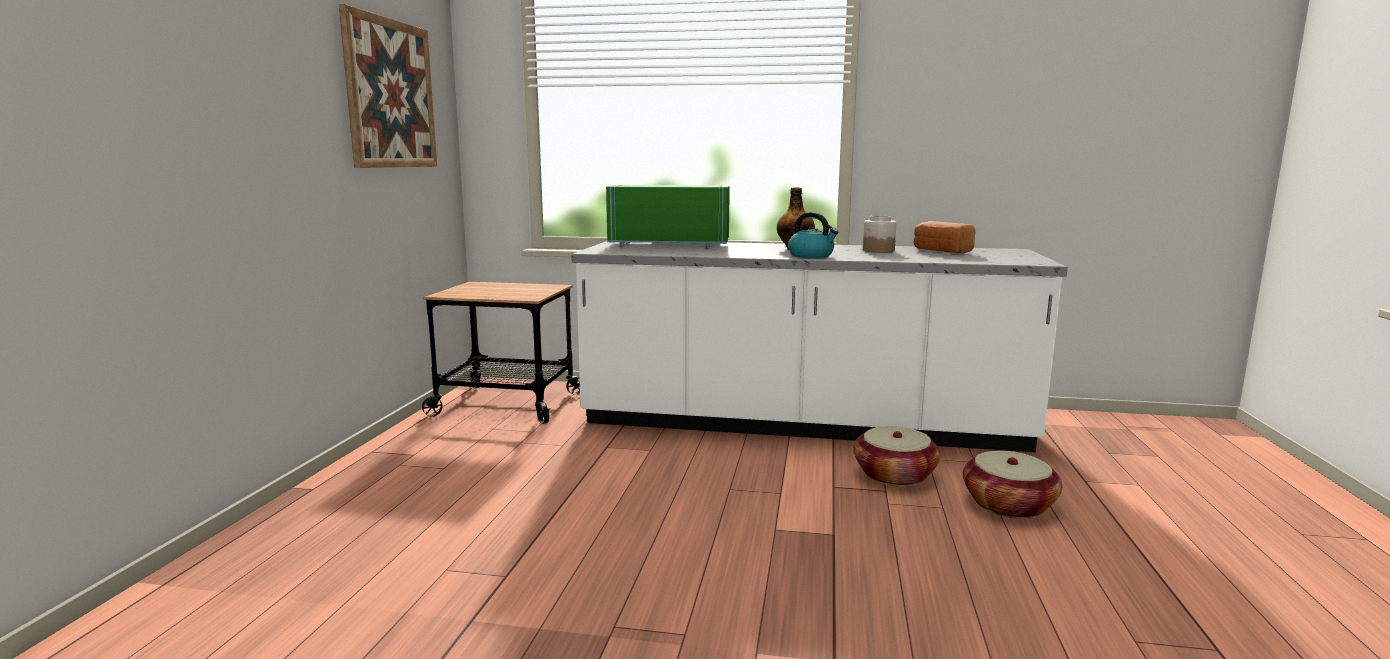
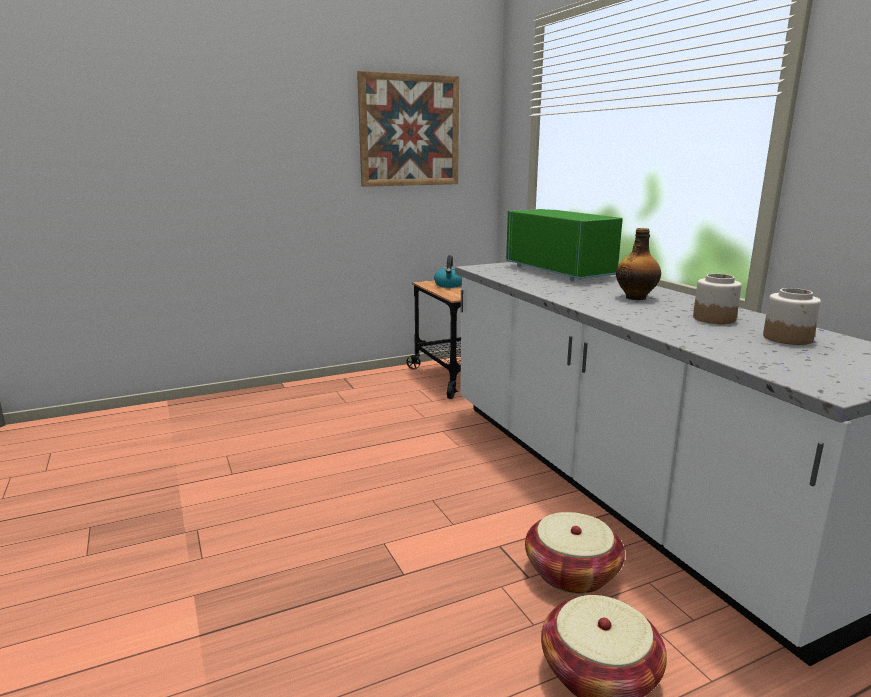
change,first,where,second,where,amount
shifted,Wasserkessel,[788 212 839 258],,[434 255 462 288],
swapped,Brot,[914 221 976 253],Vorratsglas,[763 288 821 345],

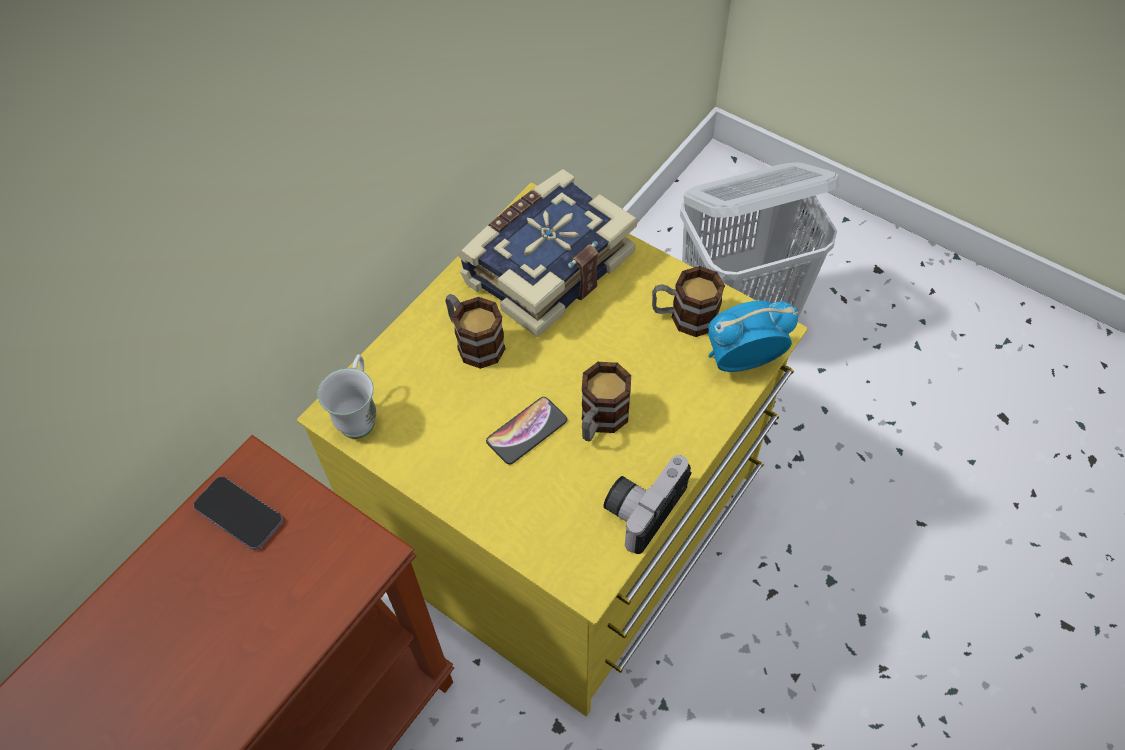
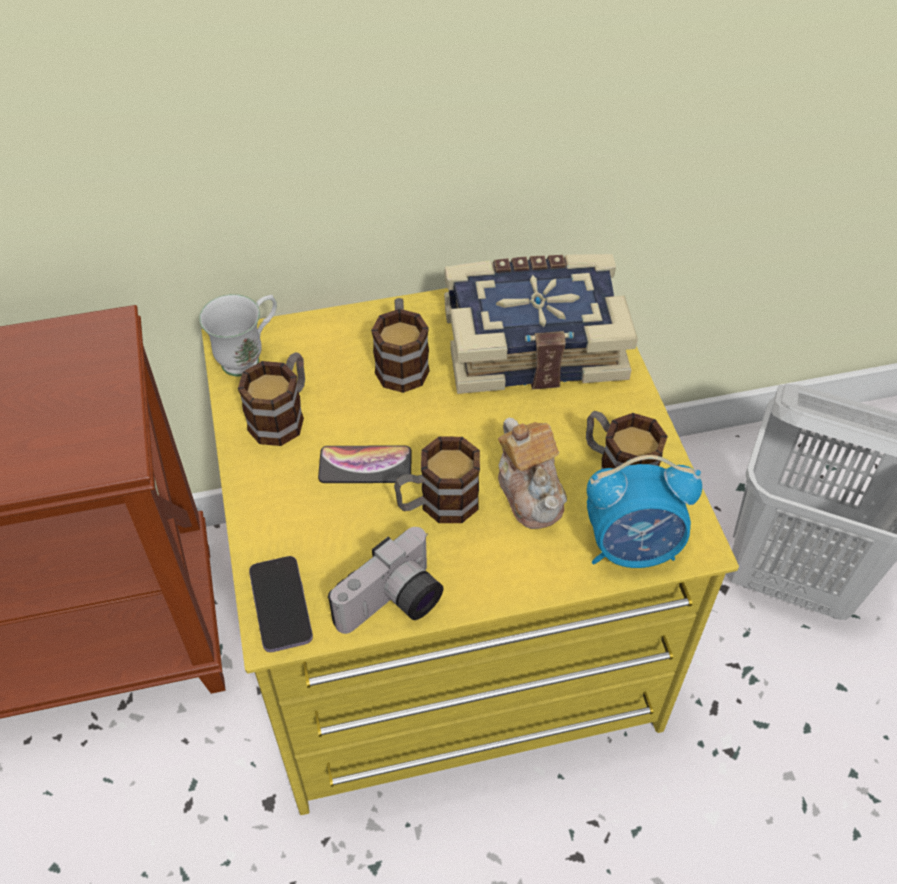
change,first,where,second,where,amount
rotated,Wecker,[708 300 798 372],,[587 455 702 568],150 degrees clockwise
rotated,Kamera,[603 455 692 554],,[328 527 443 634],150 degrees clockwise
shifted,Handy,[193 477 283 550],,[249 556 313 652],
new,,,Henkelbecher,[238 352 305 446],
new,,,Teekanne,[498 418 567 529],

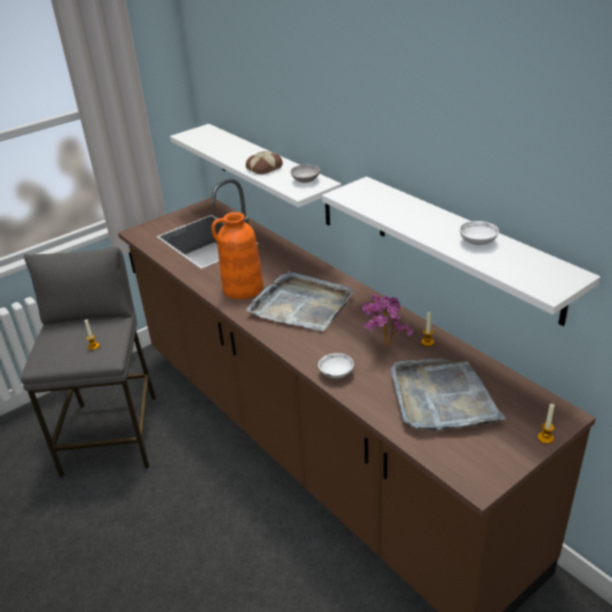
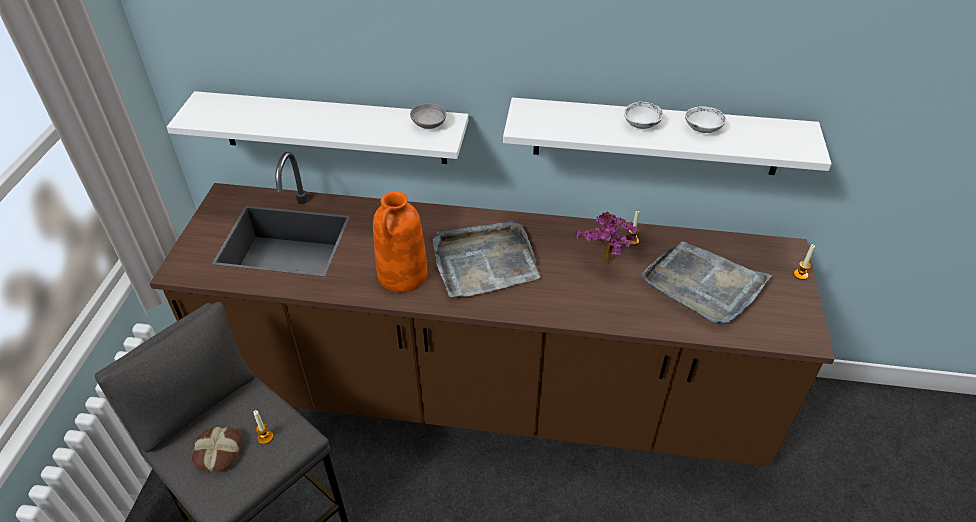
change,first,where,second,where,amount
shifted,Brot,[246 151 283 174],,[192 426 243 472],
shifted,Schüssel (weiß),[318 353 354 379],,[624 102 663 129],

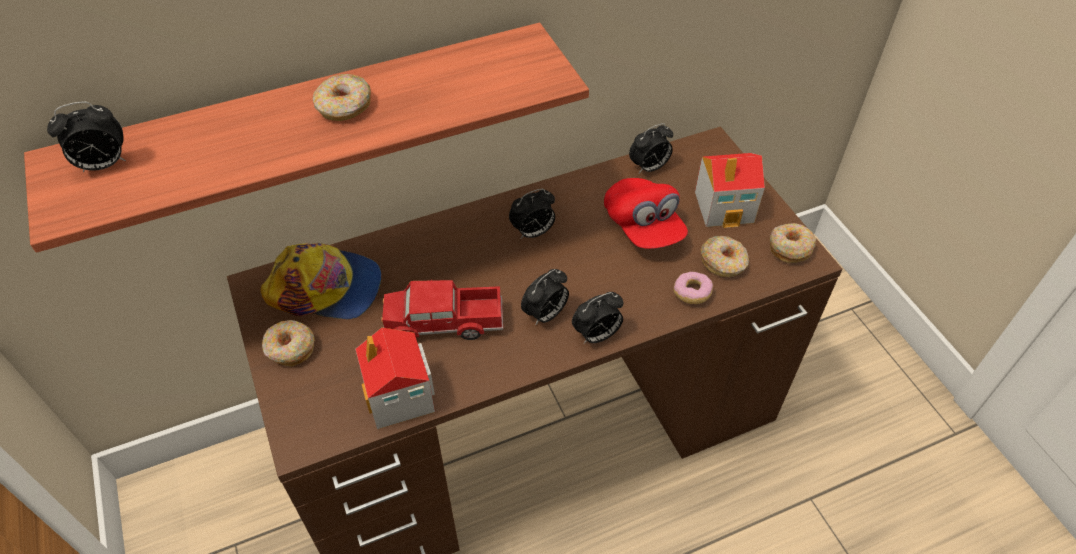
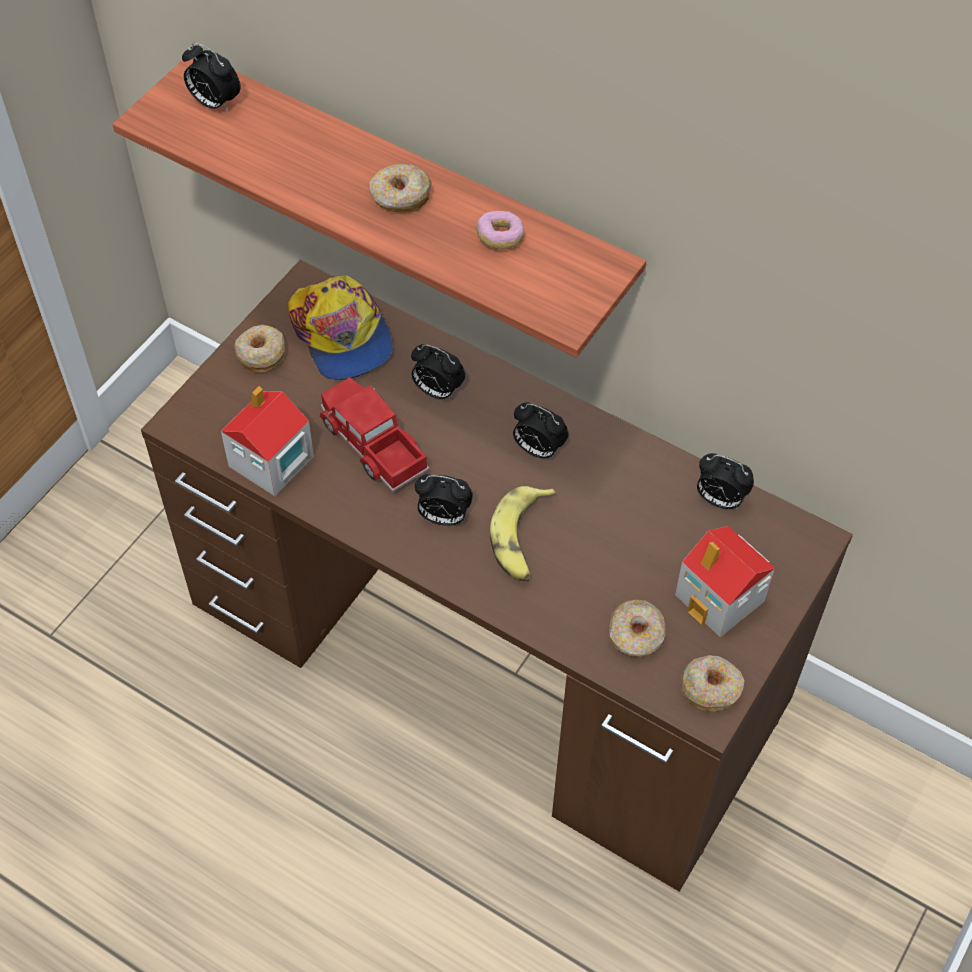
change,first,where,second,where,amount
gone,Kappe (rot),[604 178 688 249],,,
shifted,Donut,[674 272 713 304],,[476 211 525 250],
shifted,Wecker,[572 292 623 343],,[411 344 466 400],
new,,,Banane,[490 486 556 581],

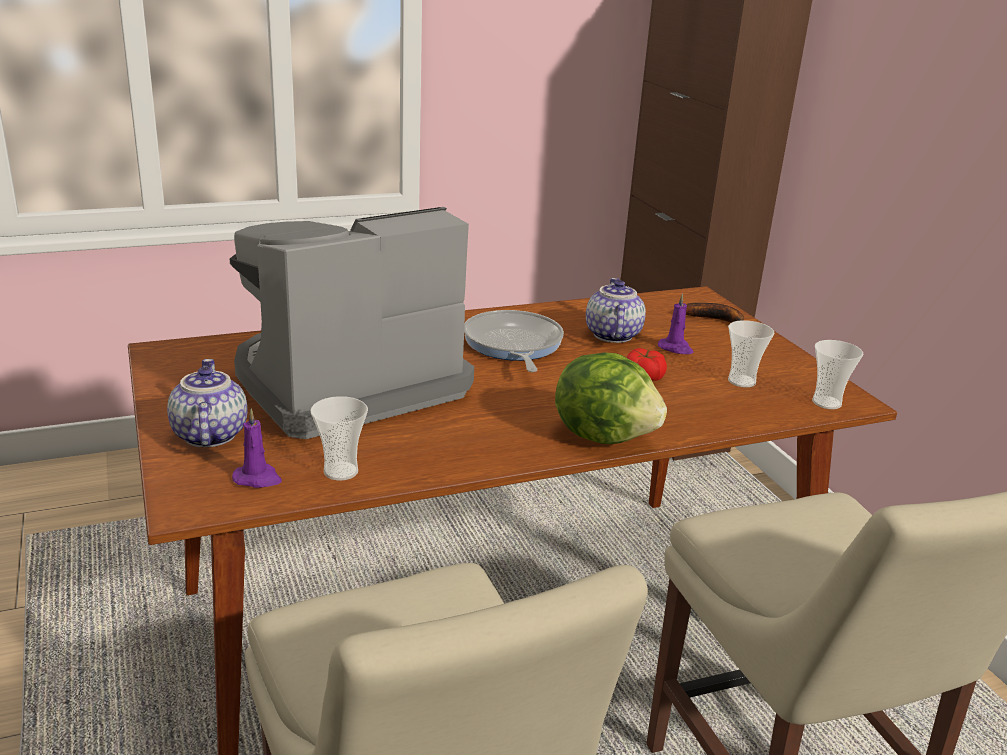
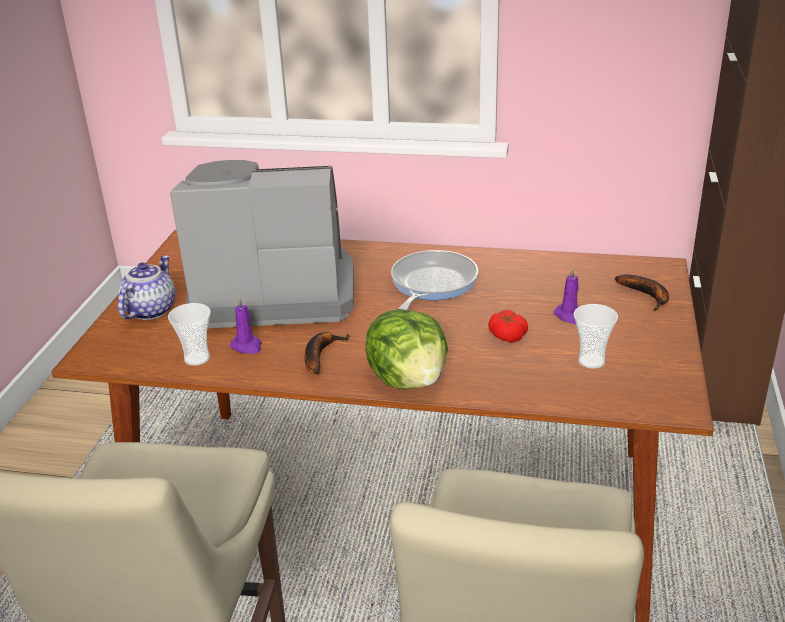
change,first,where,second,where,amount
gone,Teekanne,[586 278 646 343],,,
gone,Tasse,[812 340 864 409],,,
shifted,Kerze (lila),[232 408 282 488],,[230 297 261 354],
new,,,Banane,[305 332 350 374],

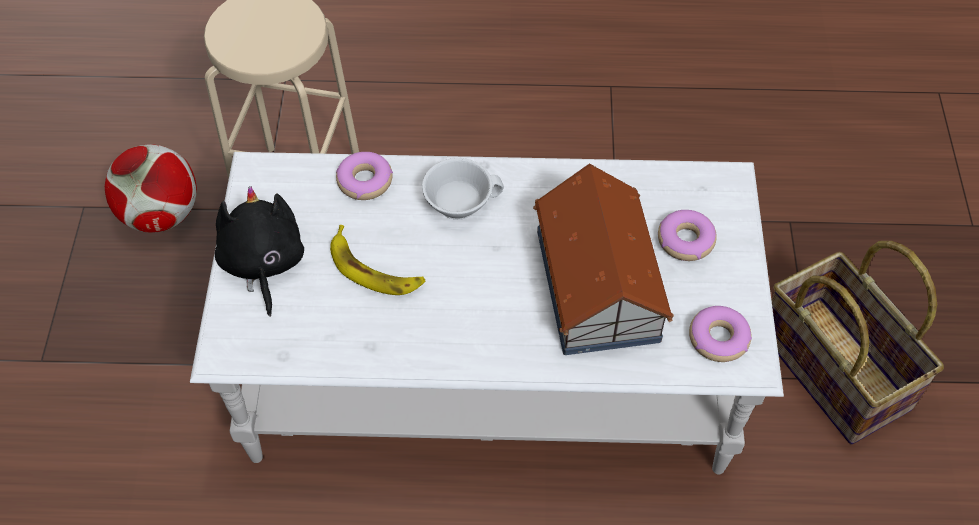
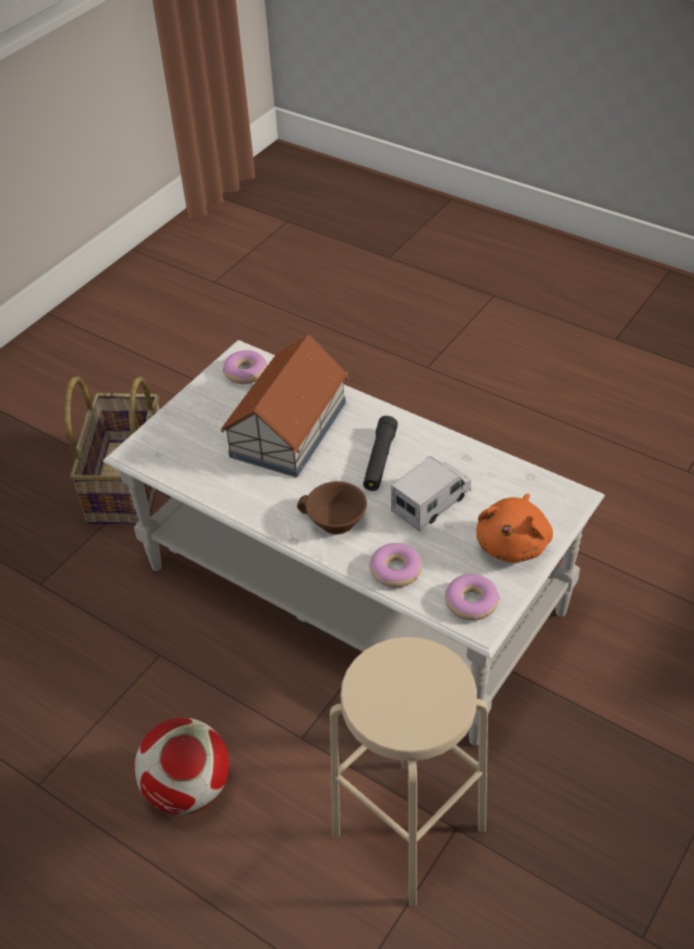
change,first,where,second,where,amount
shifted,Fußball,[105 144 197 233],,[134 718 229 814],
repainted,Tasse (weiß),[422 158 504 220],Tasse (braun),[297 481 367 535],
repainted,Plüschtier (schwarz),[215 186 304 317],Plüschtier (orange),[476 494 553 563],
shifted,Donut,[658 210 717 261],,[445 574 500 621],
swapped,Banane,[330 225 425 295],Spielzeuglaster,[391 456 471 532],
new,,,Taschenlampe (schwarz),[363 416 398 491],

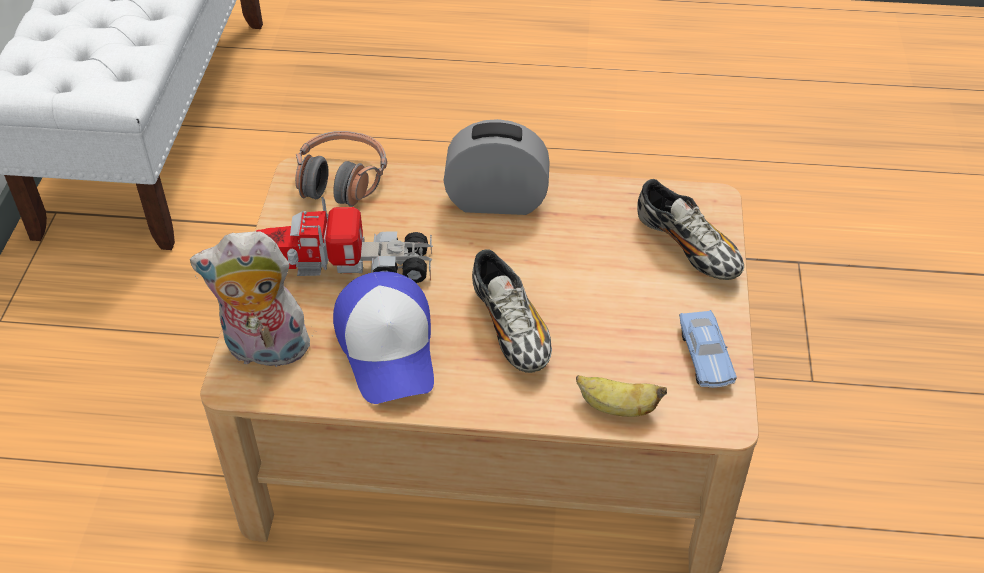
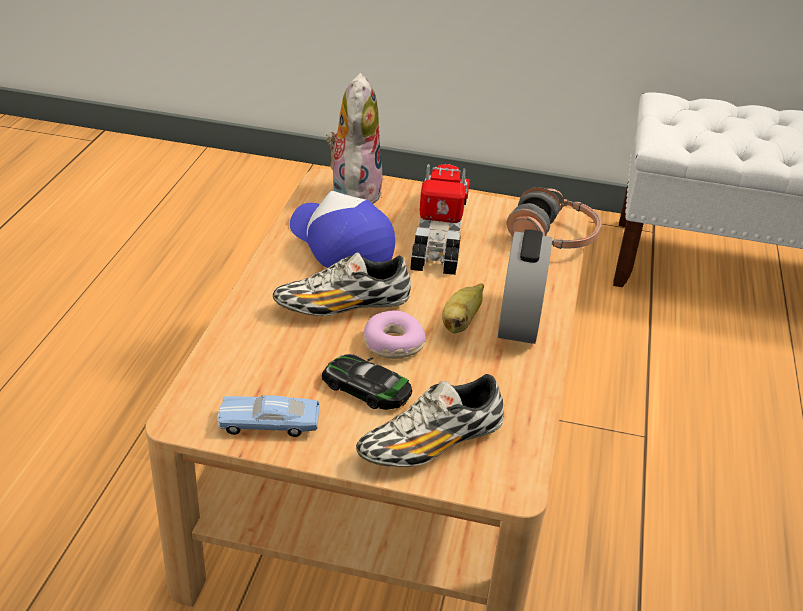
change,first,where,second,where,amount
rotated,Kappe,[333 271 434 404],,[290 191 395 268],60 degrees clockwise
shifted,Banane,[576 375 667 417],,[442 284 484 333],
new,,,Donut,[364 311 426 359],
new,,,Spielzeugauto,[322 354 412 410],

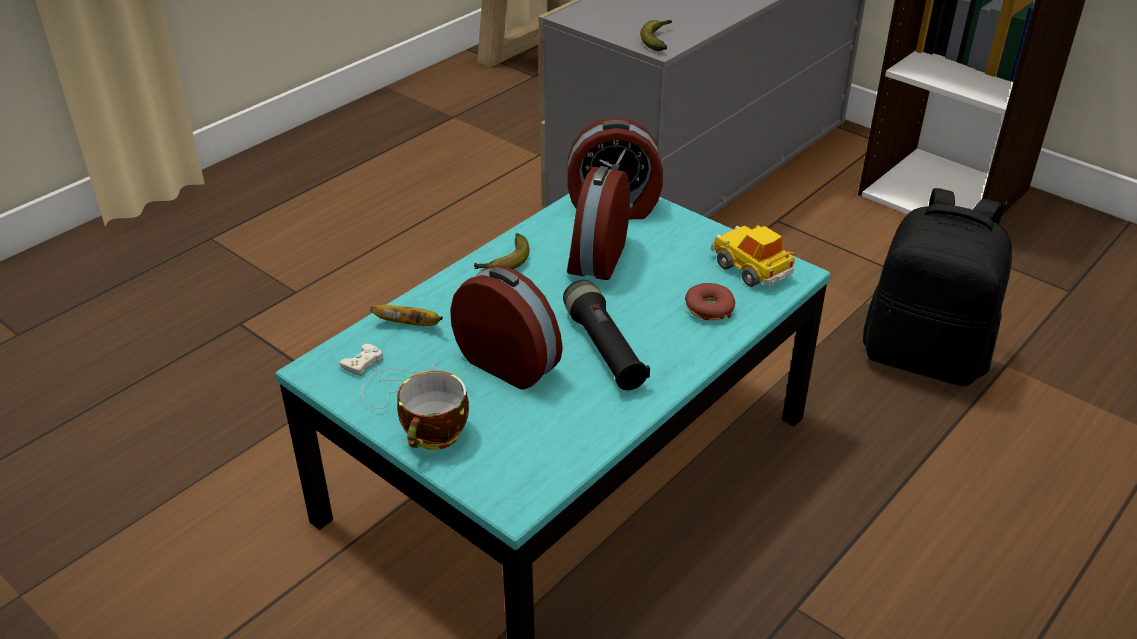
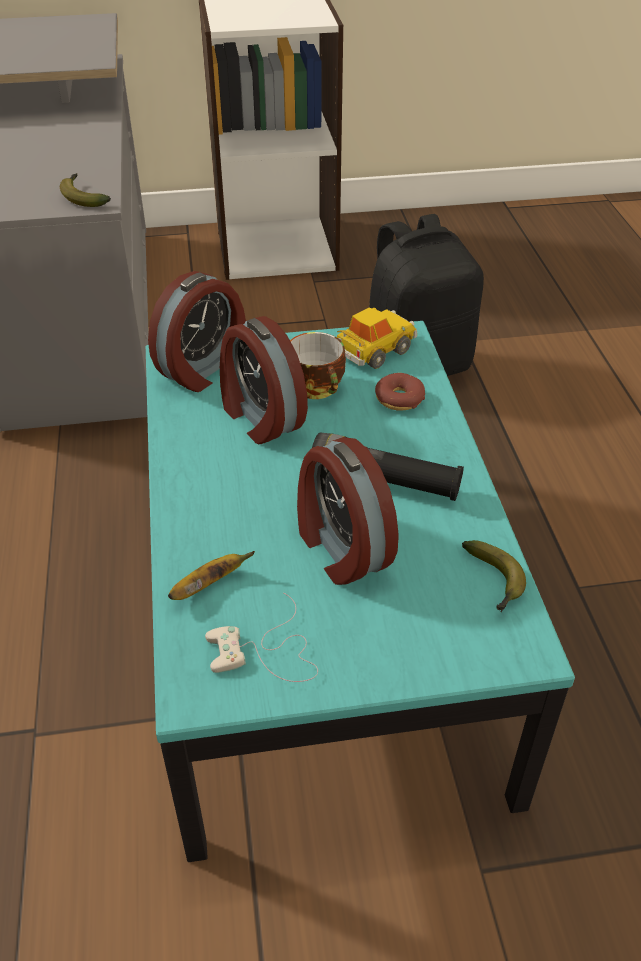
change,first,where,second,where,amount
rotated,Spielzeugauto,[711 226 795 287],,[337 308 417 369],135 degrees clockwise
shifted,Banane,[474 233 530 269],,[462 540 526 612],
rotated,Wecker,[450 265 563 390],,[297 437 399 585],105 degrees counterclockwise
shifted,Tasse,[397 371 469 450],,[290 332 346 399],

